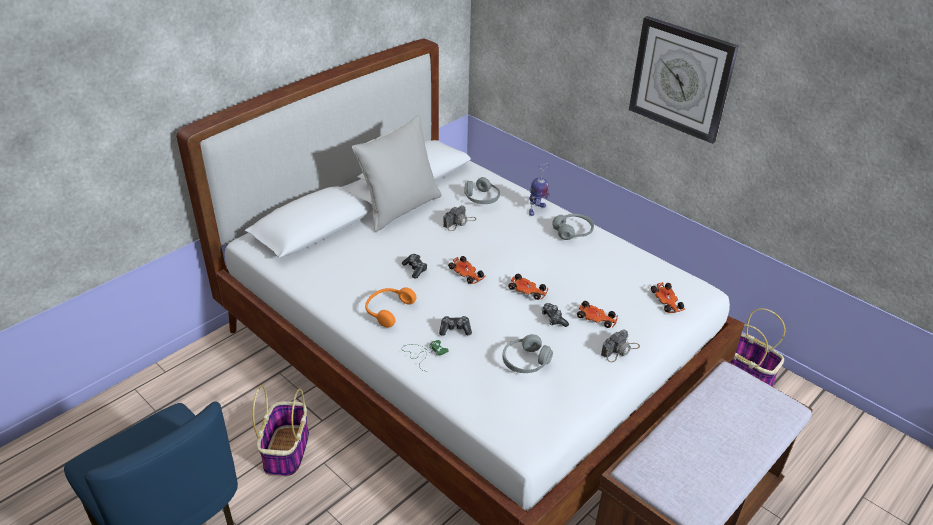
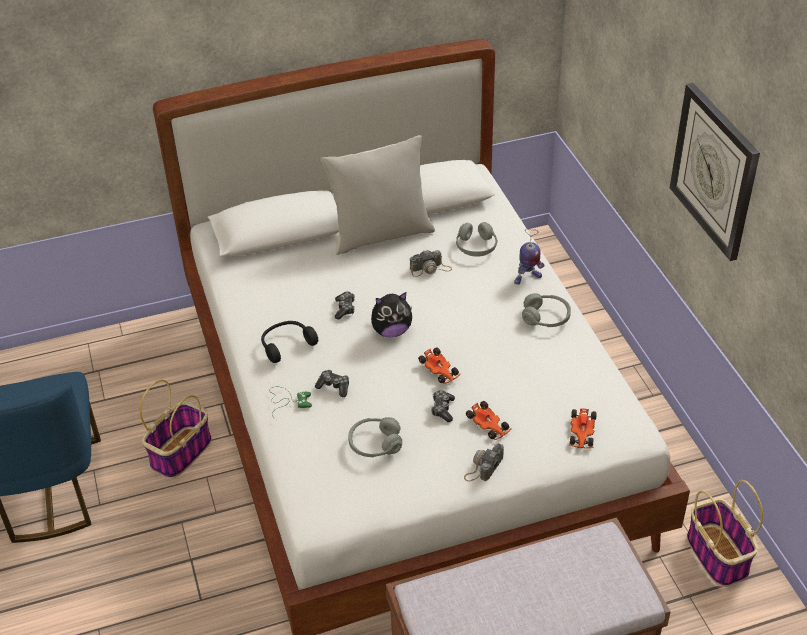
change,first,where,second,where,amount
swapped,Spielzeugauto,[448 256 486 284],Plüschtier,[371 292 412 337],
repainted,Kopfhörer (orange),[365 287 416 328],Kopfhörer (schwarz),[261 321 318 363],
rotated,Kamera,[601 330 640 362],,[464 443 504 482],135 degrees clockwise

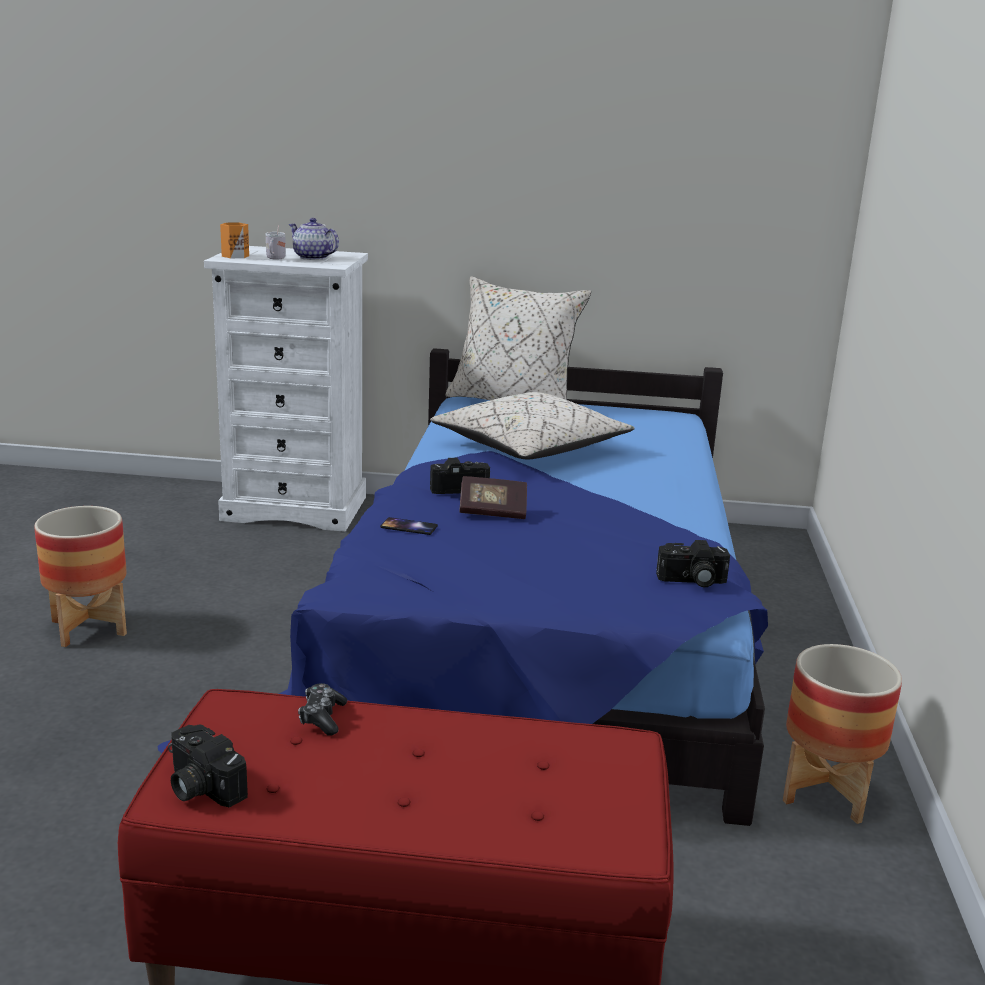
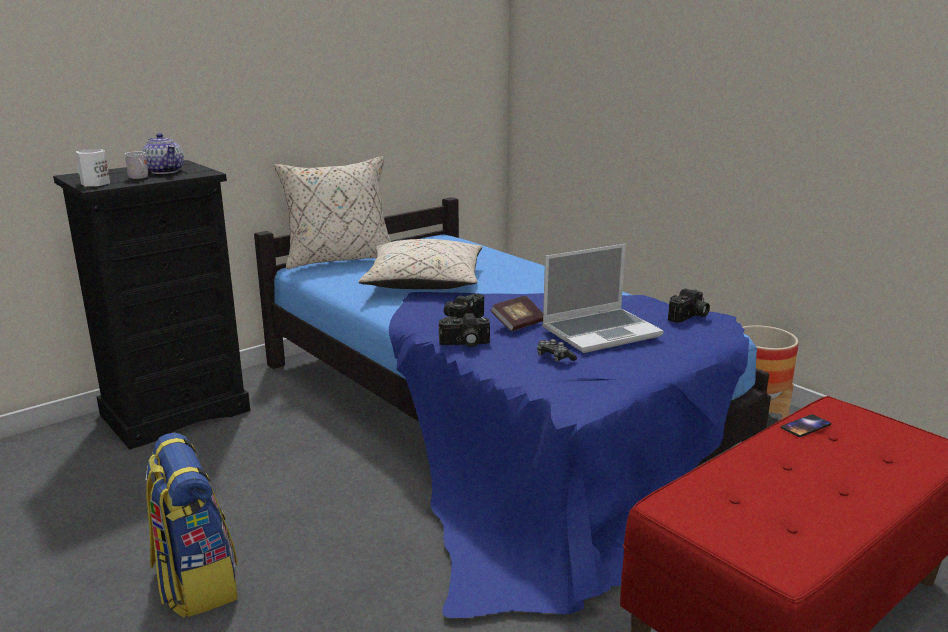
change,first,where,second,where,amount
rotated,Teekanne,[288 218 339 260],,[142 133 184 174],120 degrees counterclockwise
repainted,Henkelbecher (orange),[220 223 249 258],Henkelbecher (weiß),[76 149 110 186],
repainted,Kommode (weiß),[204 246 368 532],Kommode (schwarz),[53 160 250 450],
swapped,Pflanzkübel,[34 506 127 647],Rucksack,[145 432 238 618],
shifted,Handy,[380 517 438 535],,[781 414 831 437],
shifted,Gamepad,[298 683 347 736],,[537 339 577 362],
shifted,Kamera,[168 725 248 808],,[439 313 490 347],
new,,,Laptop,[542 244 664 353],

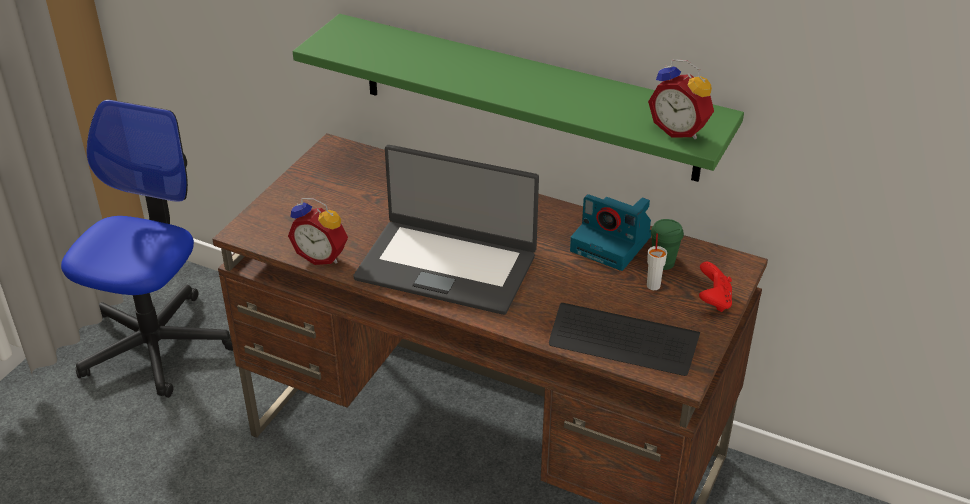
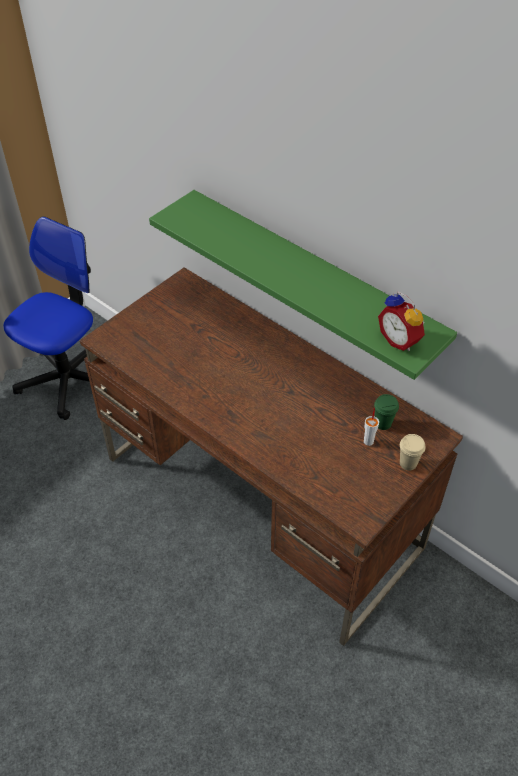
change,first,where,second,where,amount
gone,Laptop,[353 145 539 315],,,
gone,Kamera,[570 194 651 271],,,
gone,Wecker,[288 198 348 265],,,
swapped,Gamepad (rot),[699 262 732 312],Tasse (beige),[400 434 425 471],
gone,Tastatur,[549 303 700 376],,,

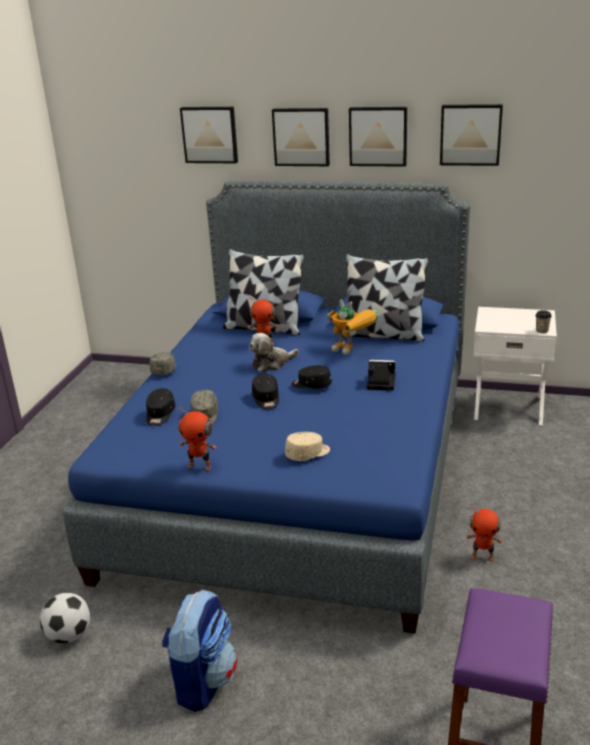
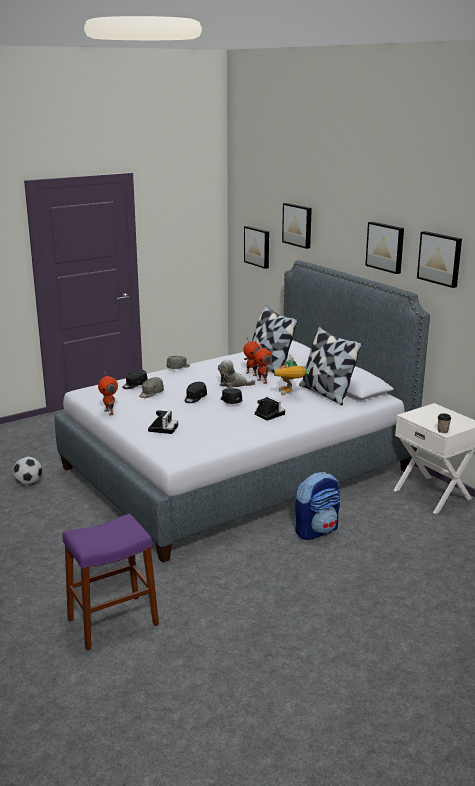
change,first,where,second,where,amount
shifted,Bild,[272 108 330 166],,[244 226 269 269],
repainted,Bett (blau),[63 181 470 634],Bett (grau),[55 260 430 563],
swapped,Kappe (beige),[285 432 330 461],Kamera,[148 410 178 434],
shifted,Spielzeugroboter,[466 504 502 561],,[254 344 272 384],
shifted,Rucksack,[162 589 237 712],,[295 472 340 540],

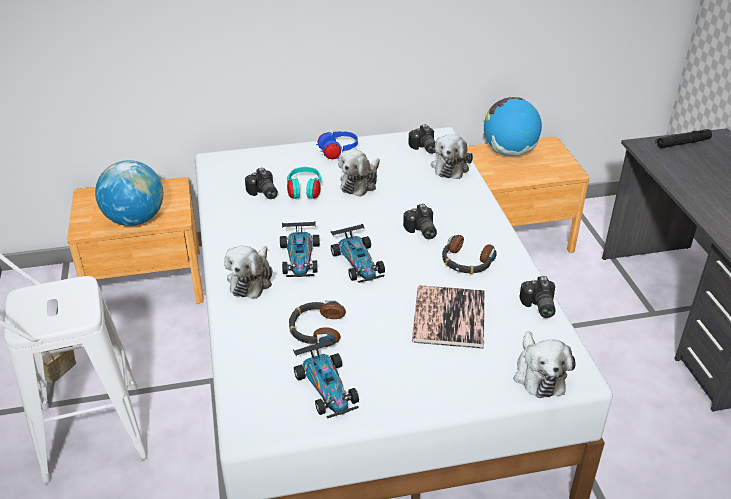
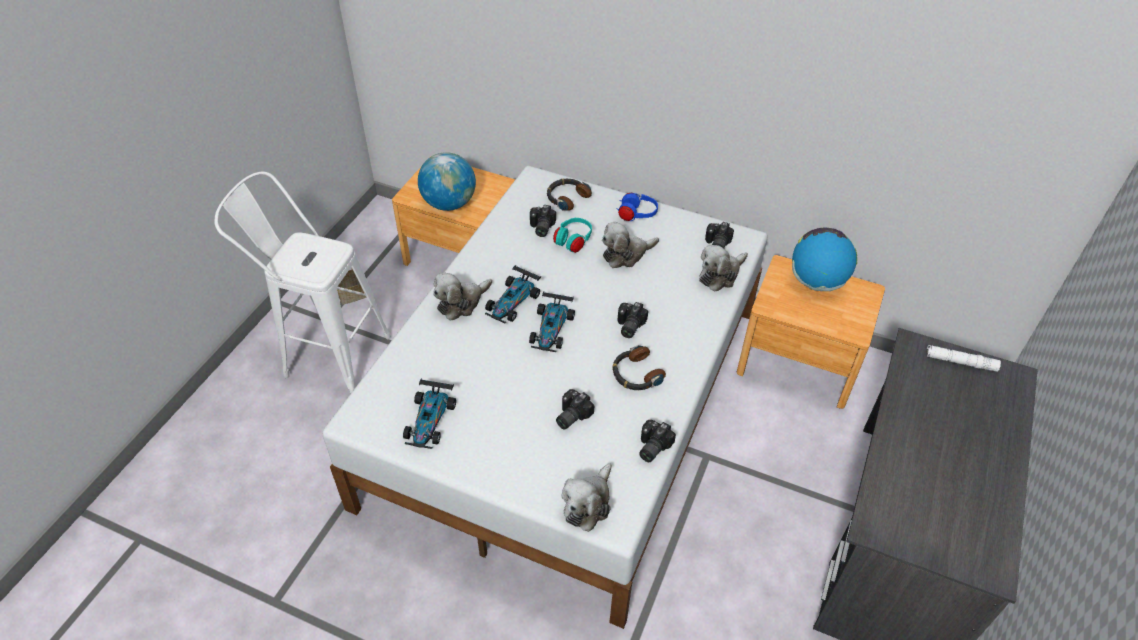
change,first,where,second,where,amount
repainted,Taschenlampe (schwarz),[655 129 712 148],Taschenlampe (weiß),[927 345 1001 372],
swapped,Buch,[412 285 485 349],Kamera,[556 389 594 429],
shifted,Kopfhörer,[289 300 346 347],,[547 178 592 211],

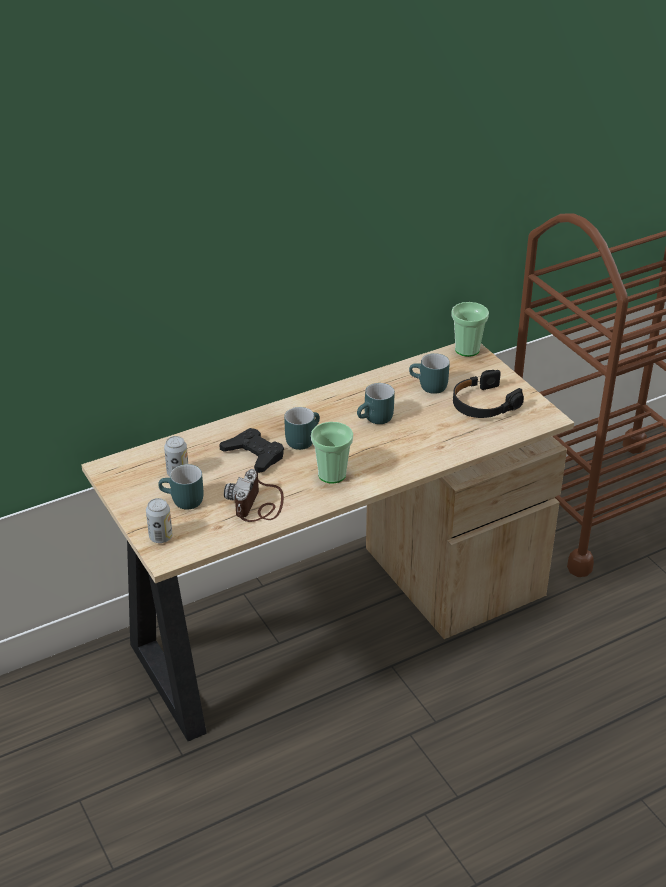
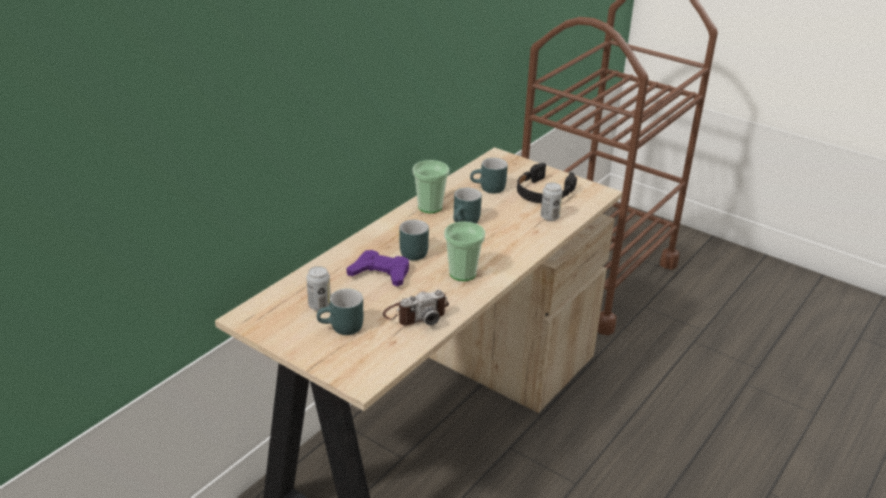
change,first,where,second,where,amount
shifted,Tasse,[451 302 489 357],,[413 160 449 213],
repainted,Gamepad (schwarz),[219 428 284 473],Gamepad (lila),[347 250 409 287],
rotated,Kamera,[224 469 284 522],,[383 290 449 326],105 degrees counterclockwise
shifted,Dose,[146 498 172 543],,[541 182 563 221],

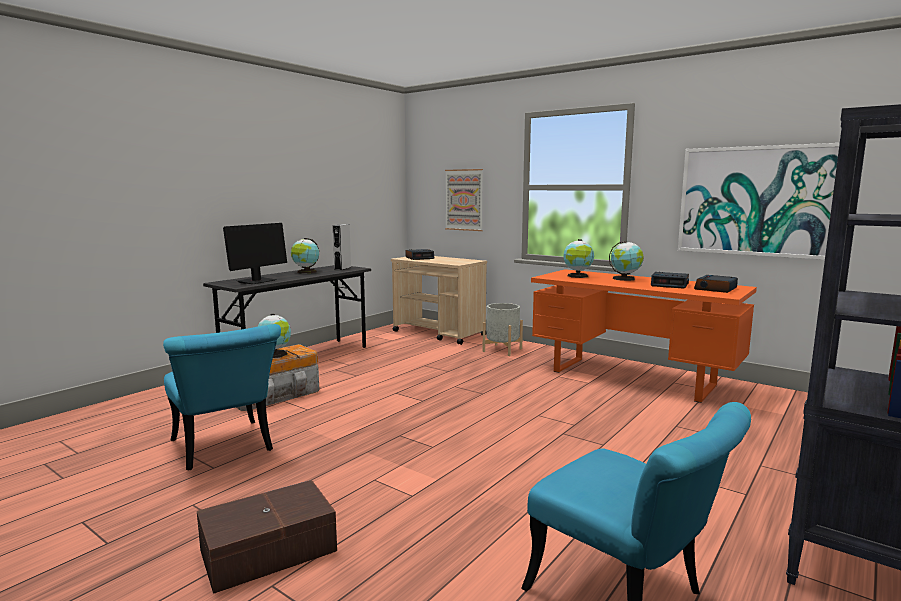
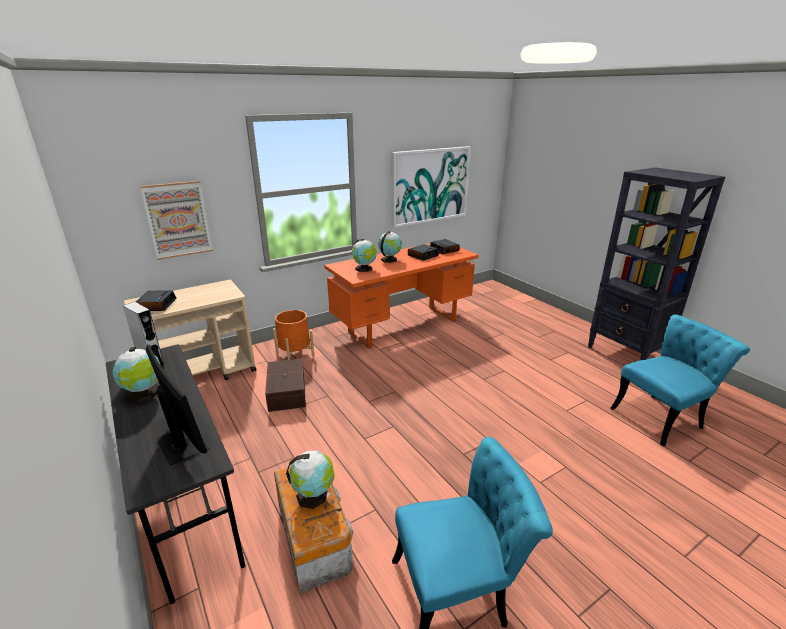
change,first,where,second,where,amount
repainted,Pflanzkübel (grau),[483 303 523 356],Pflanzkübel (orange),[273 310 314 360],
shifted,Aufbewahrungsbox (braun),[197 480 337 594],,[265 359 306 412],

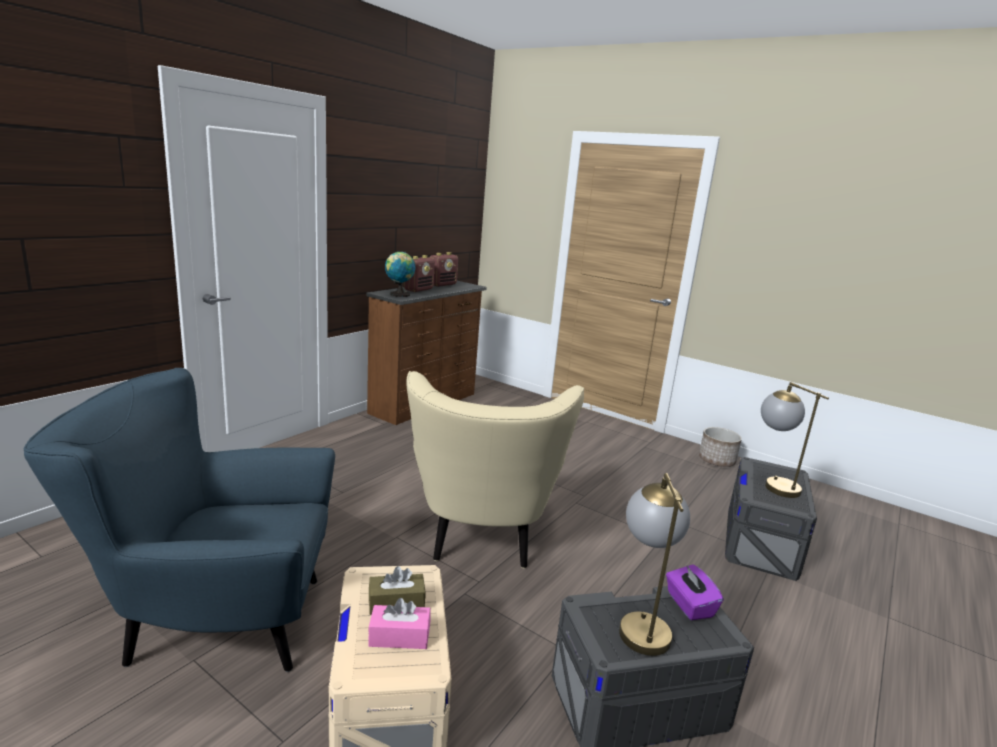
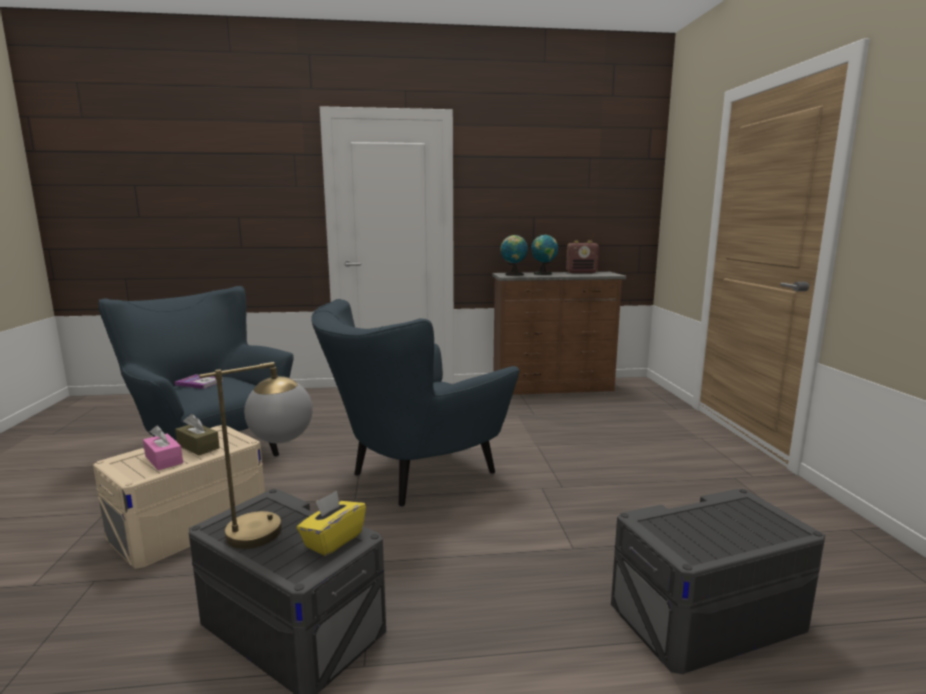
change,first,where,second,where,amount
swapped,Radio,[404 255 435 292],Globus,[531 234 558 275],
repainted,Sessel (beige),[406 371 584 569],Sessel (blau),[311 299 520 507],
gone,Tischlampe,[761 382 829 498],,,
gone,Pflanzkübel,[699 427 742 467],,,
repainted,Taschentuchbox (lila),[666 564 724 620],Taschentuchbox (gelb),[297 491 366 556],
new,,,Buch,[175 374 223 389],

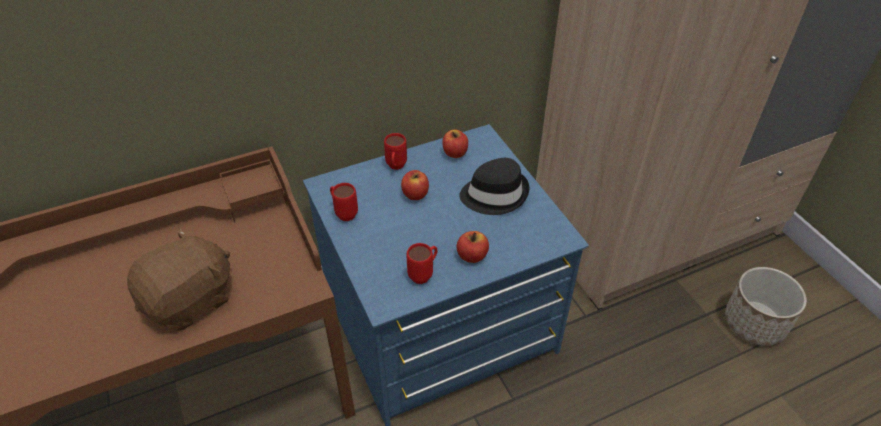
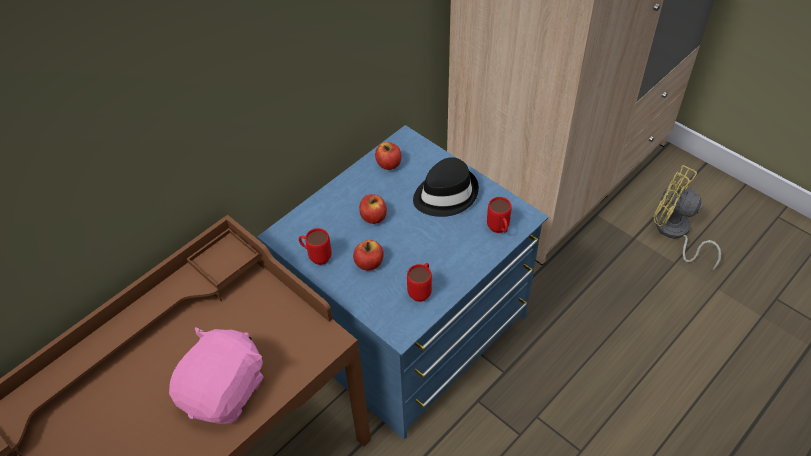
change,first,where,second,where,amount
shifted,Henkelbecher (rot),[384 133 407 170],,[487 197 512 233],
repainted,Plüschtier (braun),[127 228 230 331],Plüschtier (rosa),[169 327 264 424],
shifted,Apfel,[456 231 489 263],,[353 240 384 271],
swapped,Pflanzkübel,[725 267 807 346],Ventilator (gelb),[653 165 721 271],

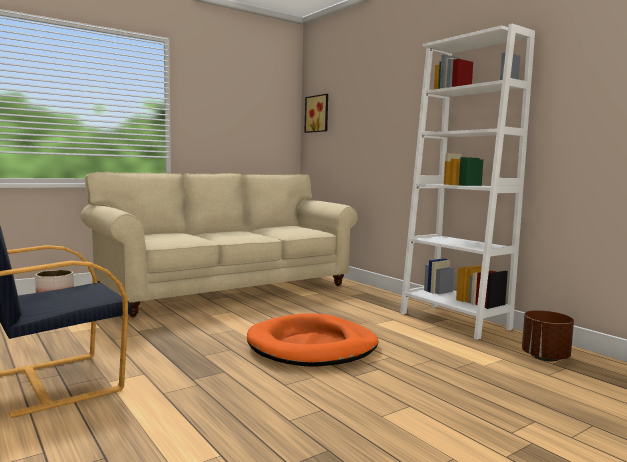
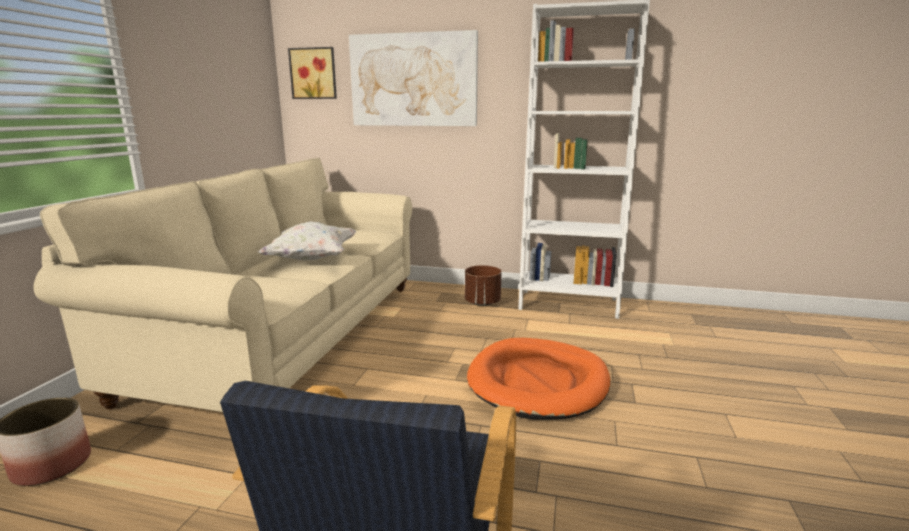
change,first,where,second,where,amount
shifted,Pflanzkübel (braun),[522 310 574 362],,[465 265 501 306],
new,,,Bild,[349 30 478 126],
new,,,Kissen (weiß),[258 221 357 260],

